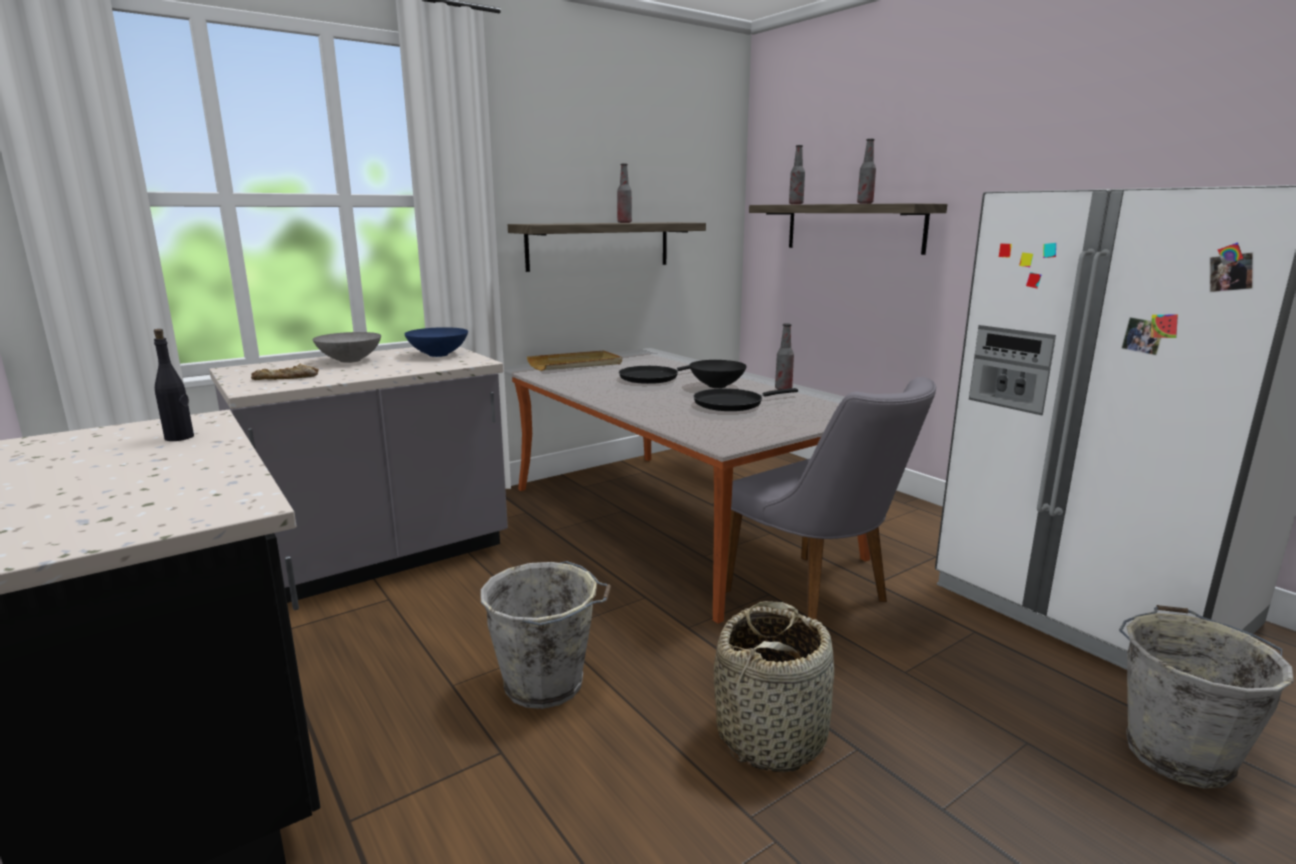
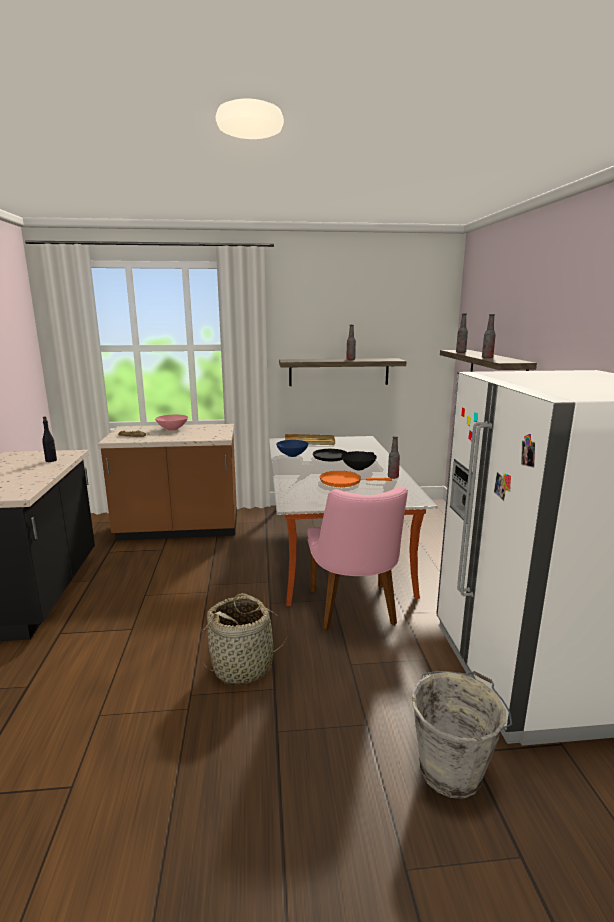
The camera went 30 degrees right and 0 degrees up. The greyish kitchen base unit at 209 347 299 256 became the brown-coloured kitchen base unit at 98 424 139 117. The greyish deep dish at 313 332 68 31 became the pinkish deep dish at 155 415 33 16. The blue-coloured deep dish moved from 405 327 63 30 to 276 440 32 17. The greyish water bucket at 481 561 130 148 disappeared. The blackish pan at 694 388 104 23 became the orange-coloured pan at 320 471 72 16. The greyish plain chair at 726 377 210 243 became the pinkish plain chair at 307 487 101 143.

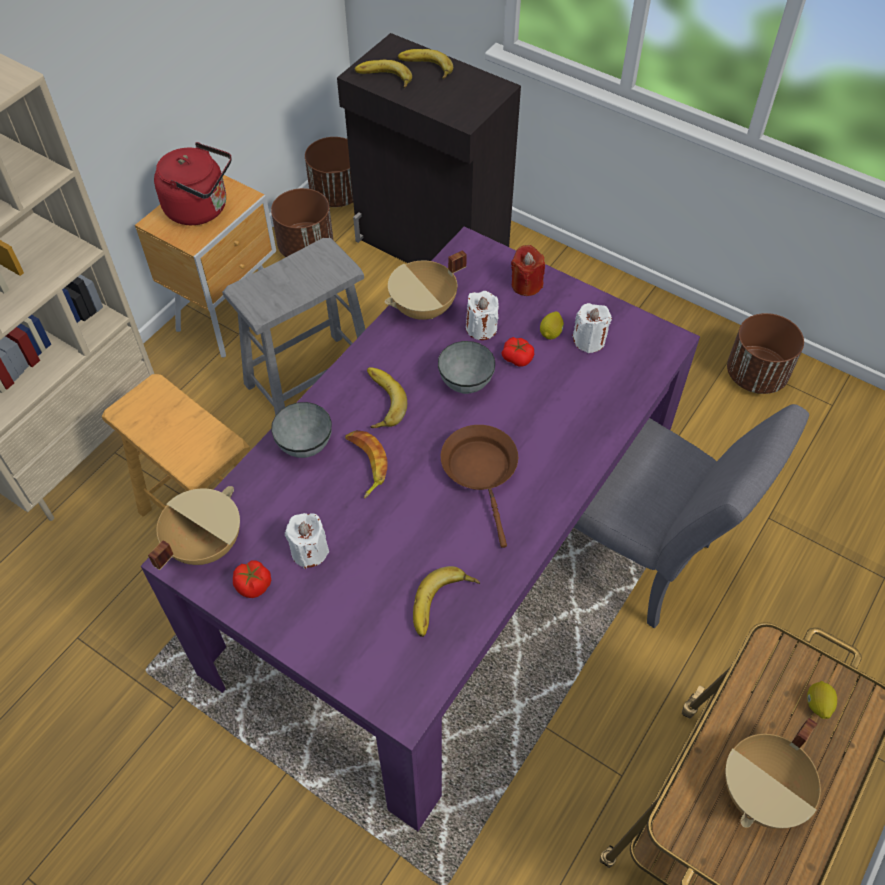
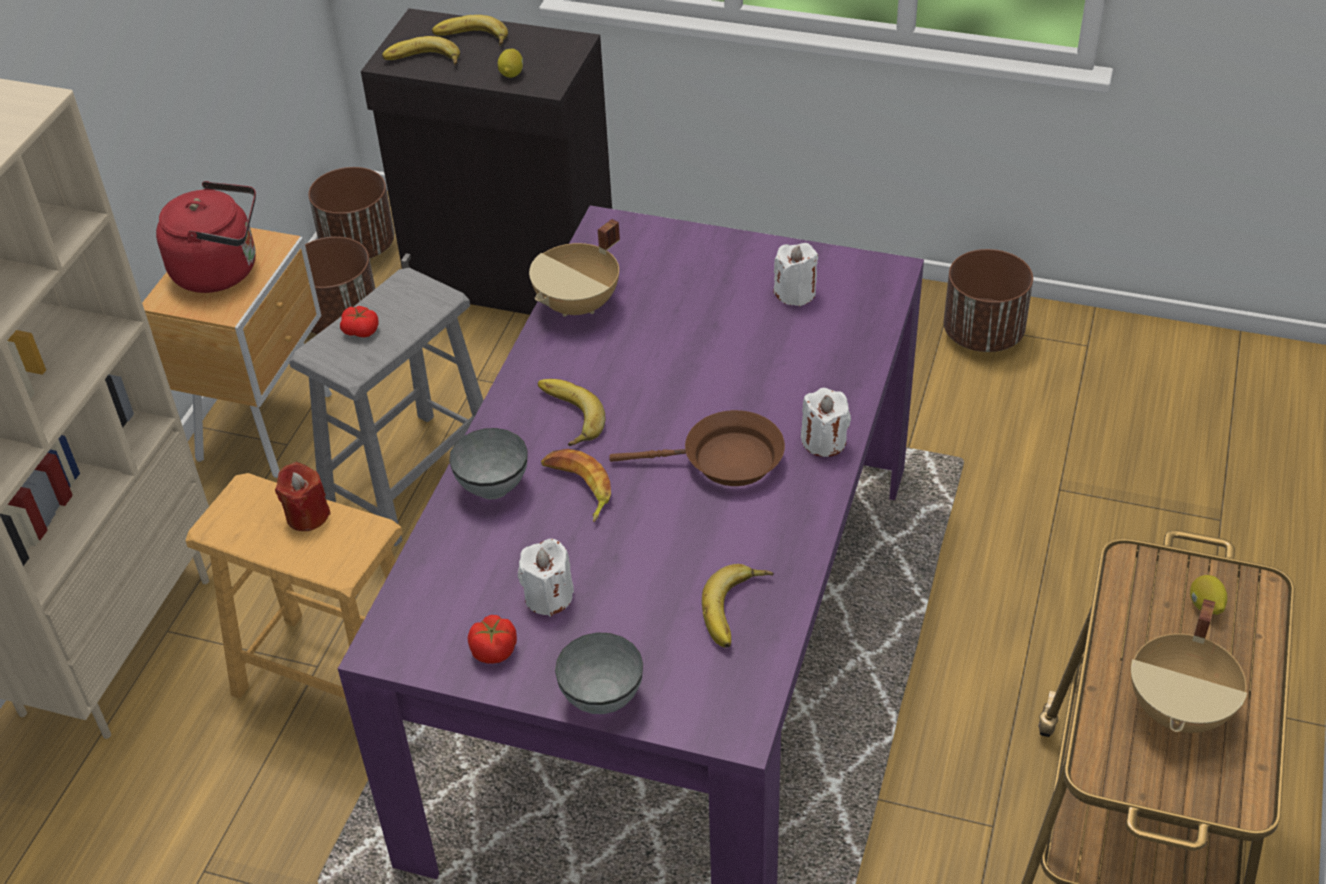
The camera went 15 degrees left and 10 degrees down. The beige-coloured stockpot at 148 486 92 84 disappeared. The greyish deep dish moved from 438 341 57 53 to 555 633 88 81. The brown-coloured pan at 441 425 77 123 turned 120 degrees clockwise. The white-coloured wax light moved from 466 291 33 49 to 801 388 50 69. The tomato moved from 502 337 32 30 to 340 306 39 31. The reddish wax light moved from 511 245 34 51 to 275 462 56 69. The lemon moved from 540 312 24 27 to 498 49 25 29. The greyish plain chair at 574 404 235 224 disappeared.

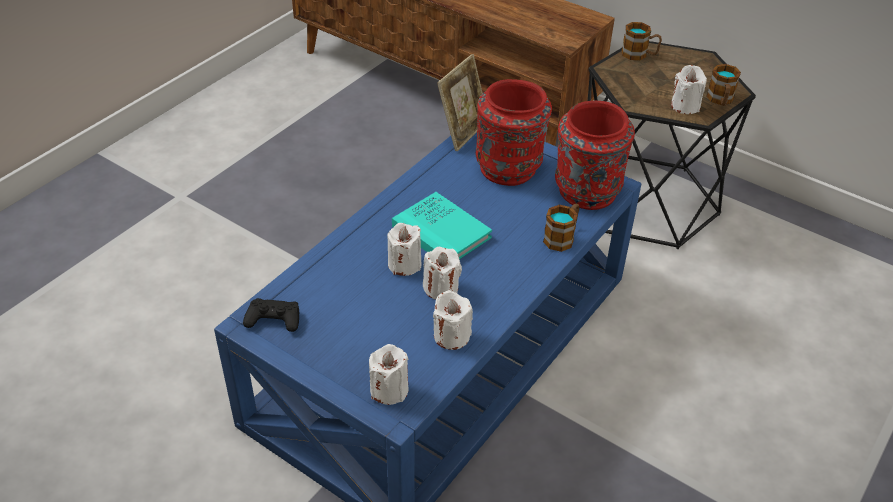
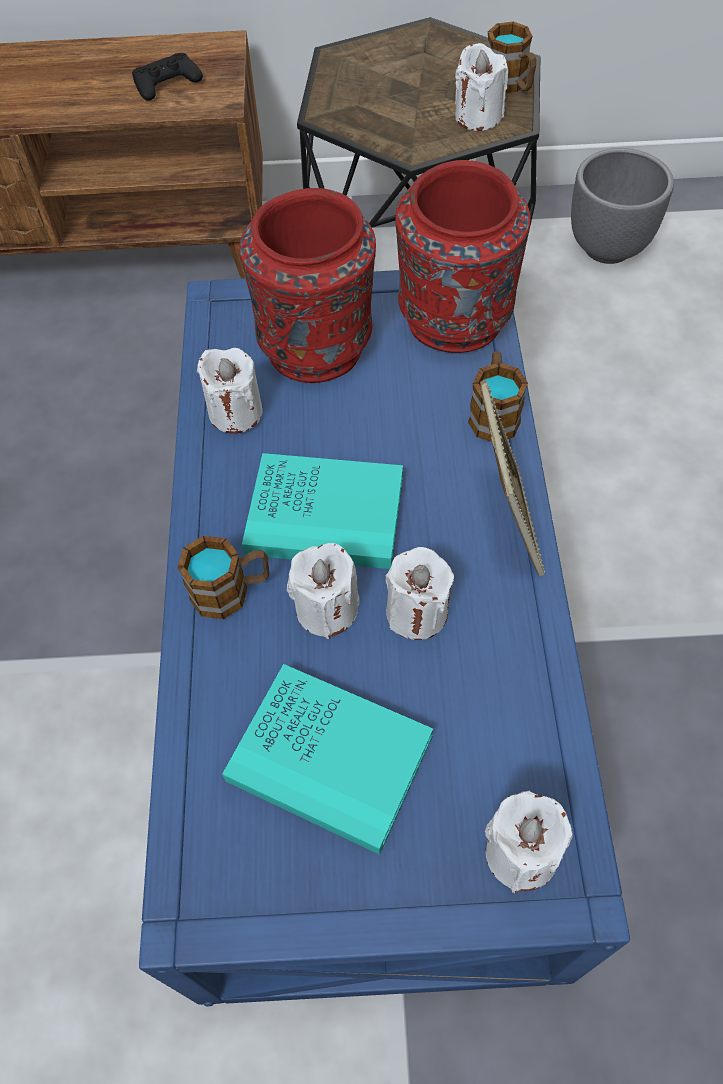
The camera went 35 degrees left and 15 degrees up. The blackish game controller moved from 243 298 56 34 to 132 53 71 47. The white-coloured wax light moved from 433 290 40 60 to 197 348 66 86. The standing frame moved from 437 54 46 97 to 480 380 65 196. The coffee mug moved from 621 22 41 38 to 177 536 92 83. The turquoise bound book at 222 664 211 191 appeared. The greyish plant pot at 571 148 103 116 appeared.

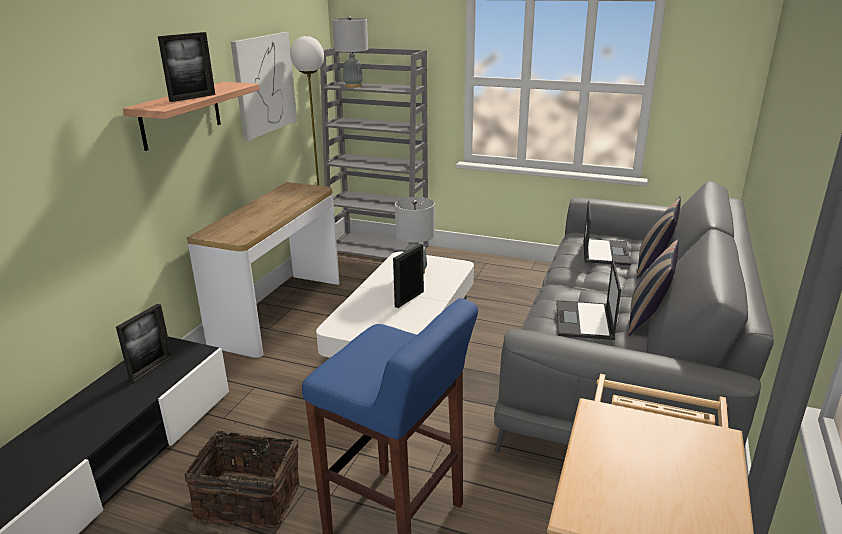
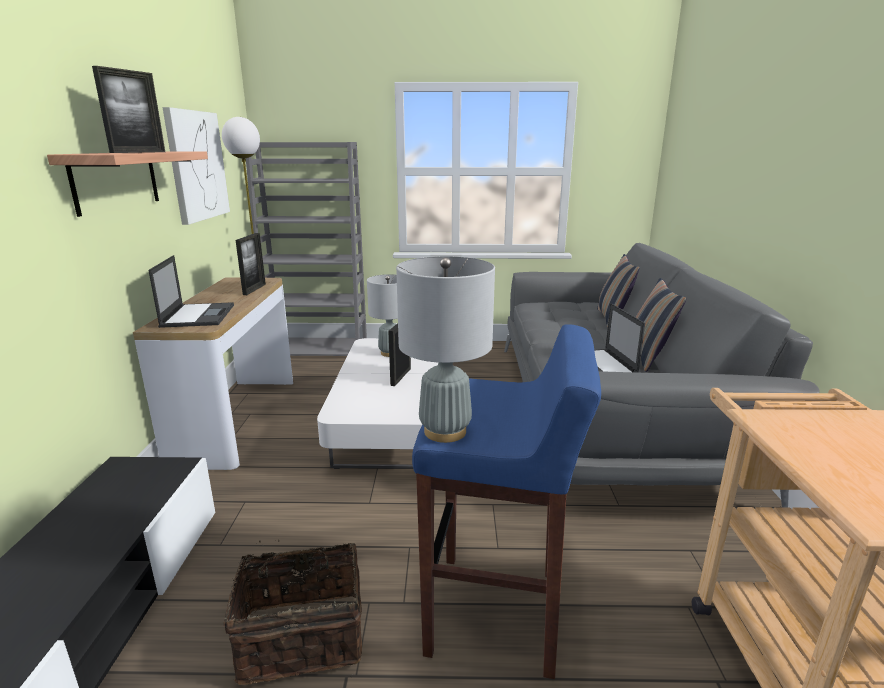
The camera went 20 degrees left and 5 degrees down. The standing frame moved from 116 304 56 79 to 236 233 30 62. The greyish tabletop lamp moved from 332 16 36 72 to 396 256 99 187. The portable computer moved from 583 201 48 65 to 148 255 86 73.

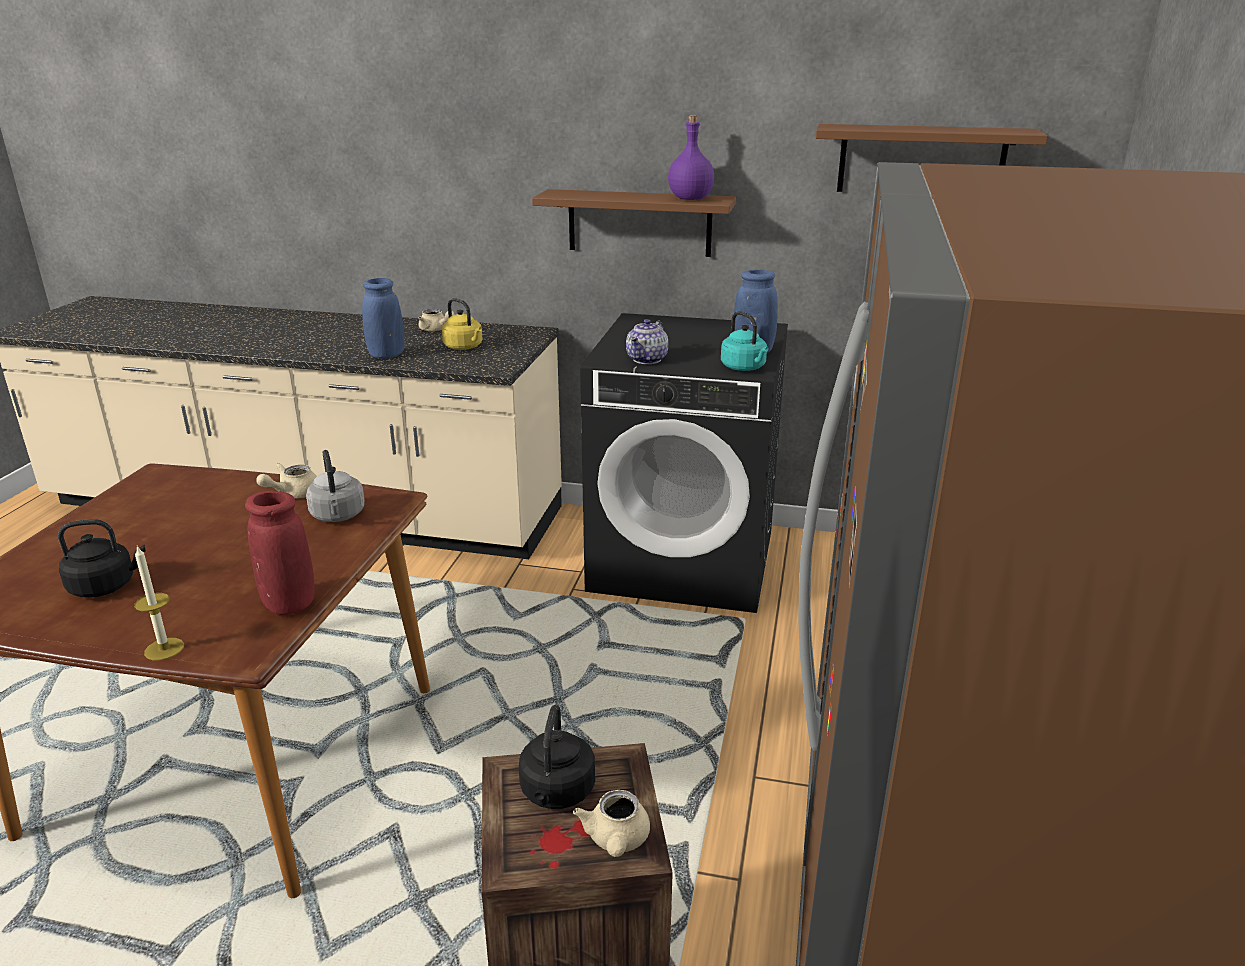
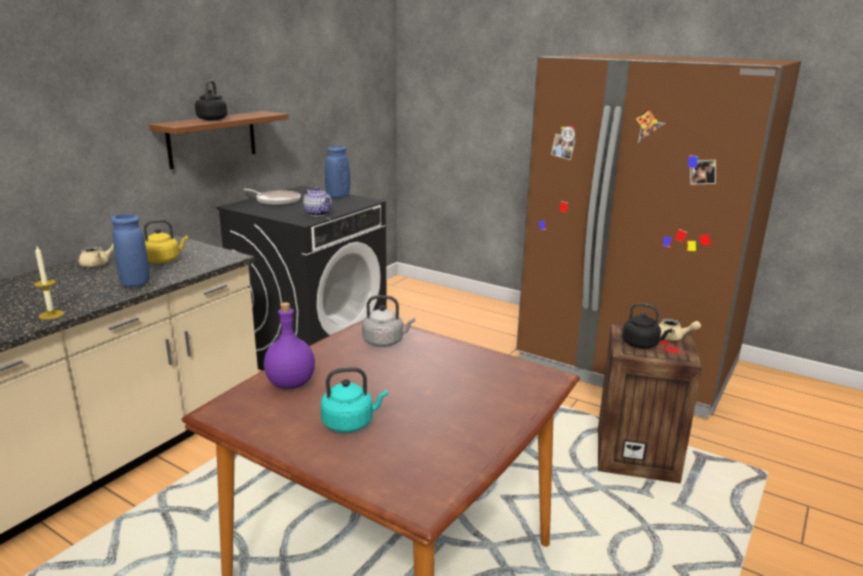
The camera went 70 degrees left and 5 degrees down. The blackish kettle moved from 58 519 88 79 to 195 80 33 41. The wax light moved from 134 546 50 115 to 34 246 30 74. The reddish vase at 245 491 69 124 disappeared. The beige-coloured pot for tea at 256 463 61 35 disappeared. The purple-coloured bottle moved from 668 115 46 85 to 264 302 51 87. The turquoise kettle moved from 721 311 47 60 to 320 367 68 66. The brown-coloured shelf at 816 124 232 68 disappeared. The pan at 243 189 58 17 appeared.

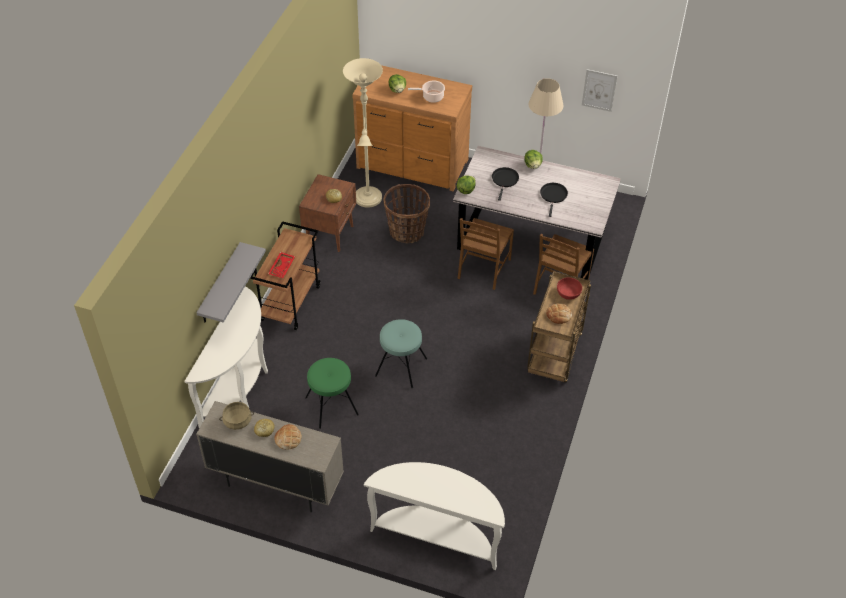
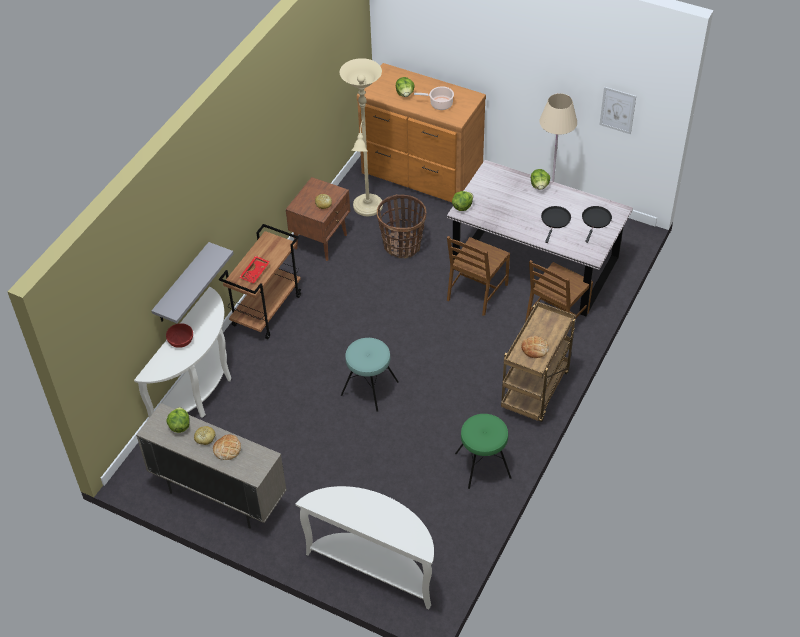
The camera went 10 degrees right and 0 degrees up. The beige-coloured stockpot at 219 402 35 28 was replaced by the head of lettuce at 166 407 24 26. The greenish sitting stool moved from 305 358 54 71 to 455 414 57 75. The blackish pan moved from 492 167 27 34 to 582 206 30 37. The reddish deep dish moved from 557 277 25 23 to 166 323 27 25.

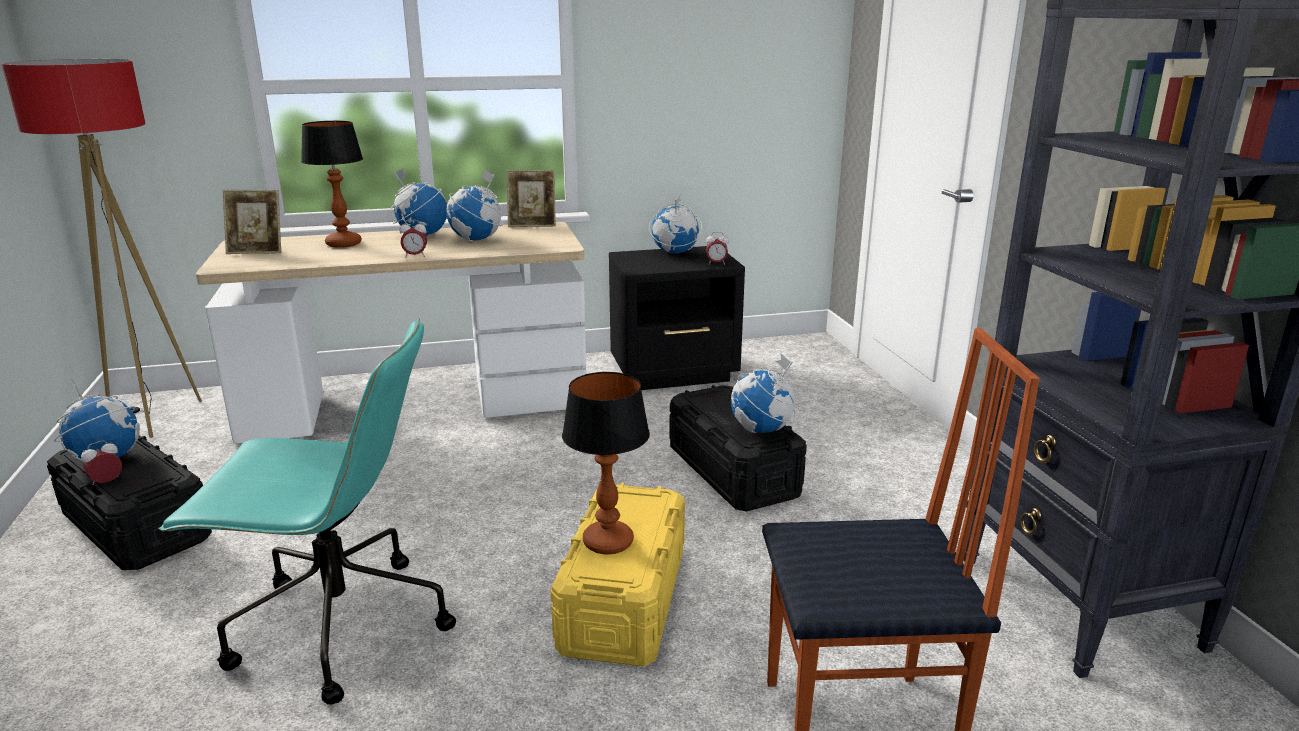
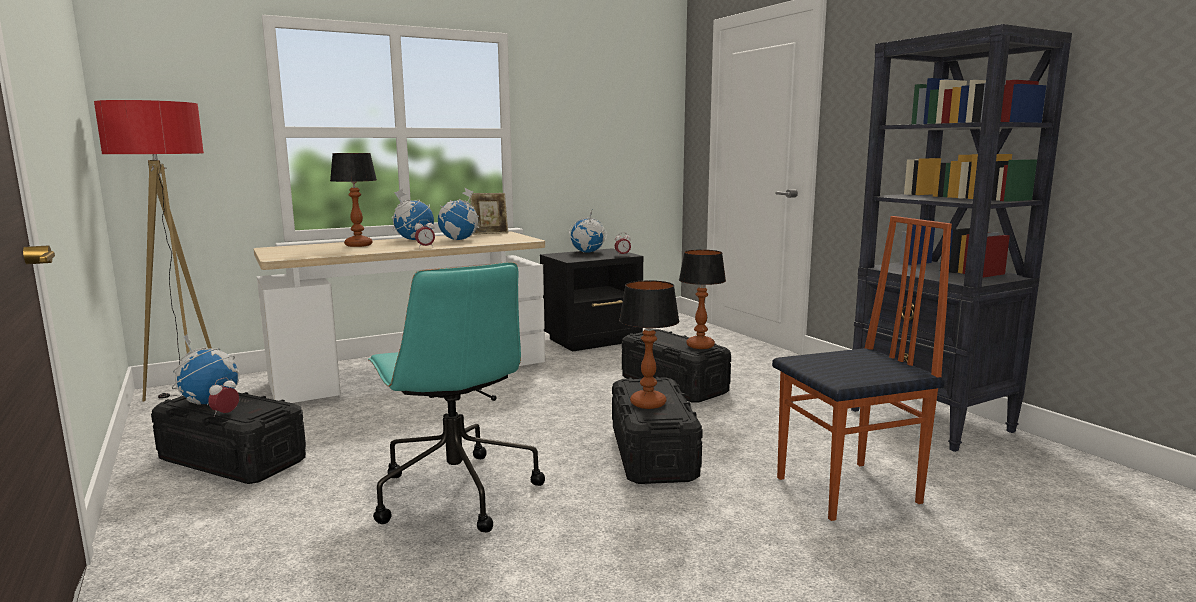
The camera went 15 degrees left and 10 degrees down. The turquoise desk chair at 159 318 297 386 turned 75 degrees clockwise. The standing frame at 223 190 58 64 disappeared. The yellow storage bin at 551 483 134 183 became the blackish storage bin at 612 377 91 107. The desk globe at 731 354 66 79 was replaced by the tabletop lamp at 679 250 47 99.

